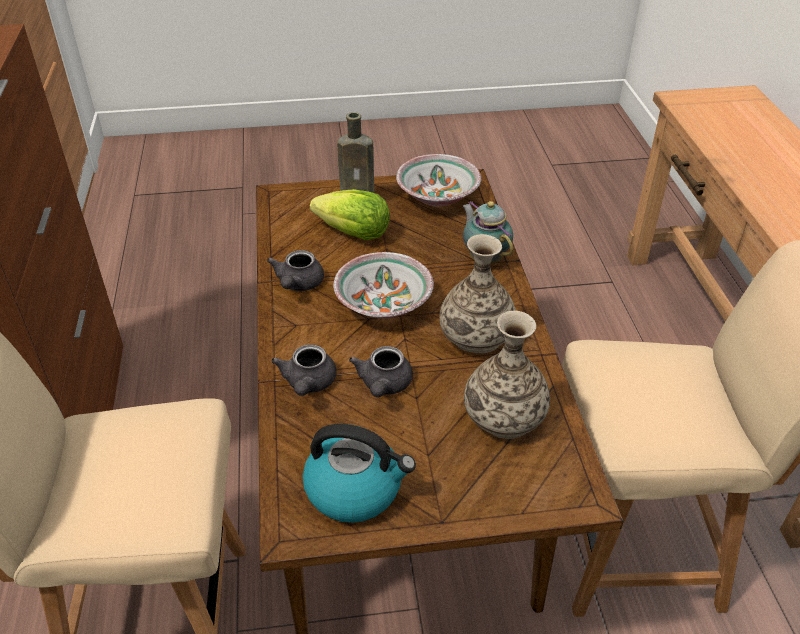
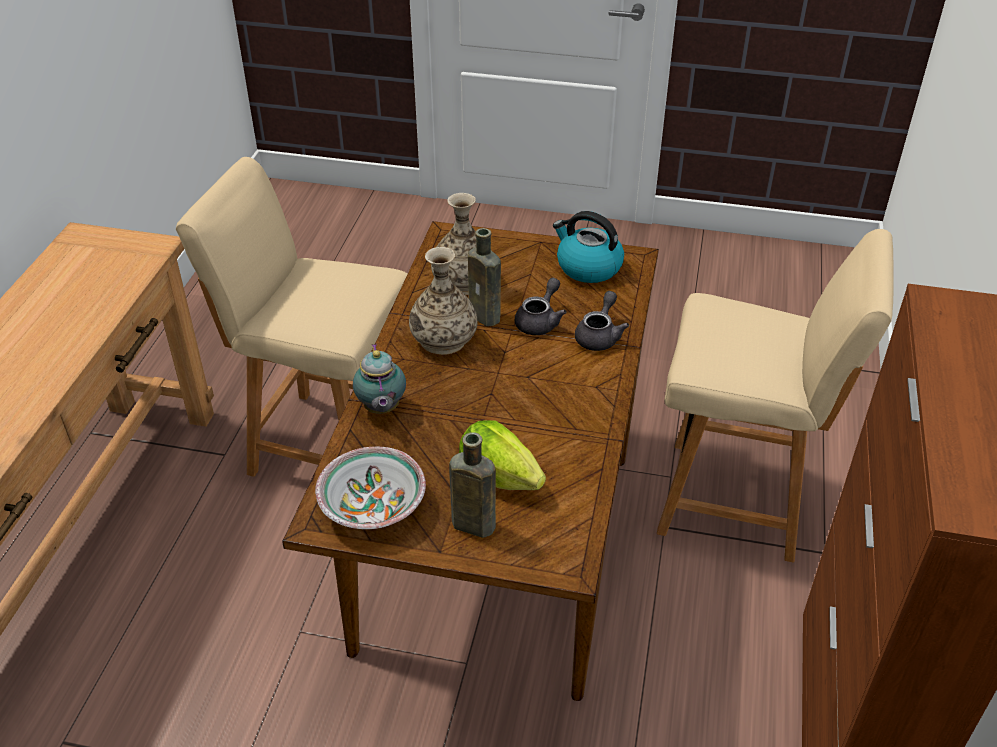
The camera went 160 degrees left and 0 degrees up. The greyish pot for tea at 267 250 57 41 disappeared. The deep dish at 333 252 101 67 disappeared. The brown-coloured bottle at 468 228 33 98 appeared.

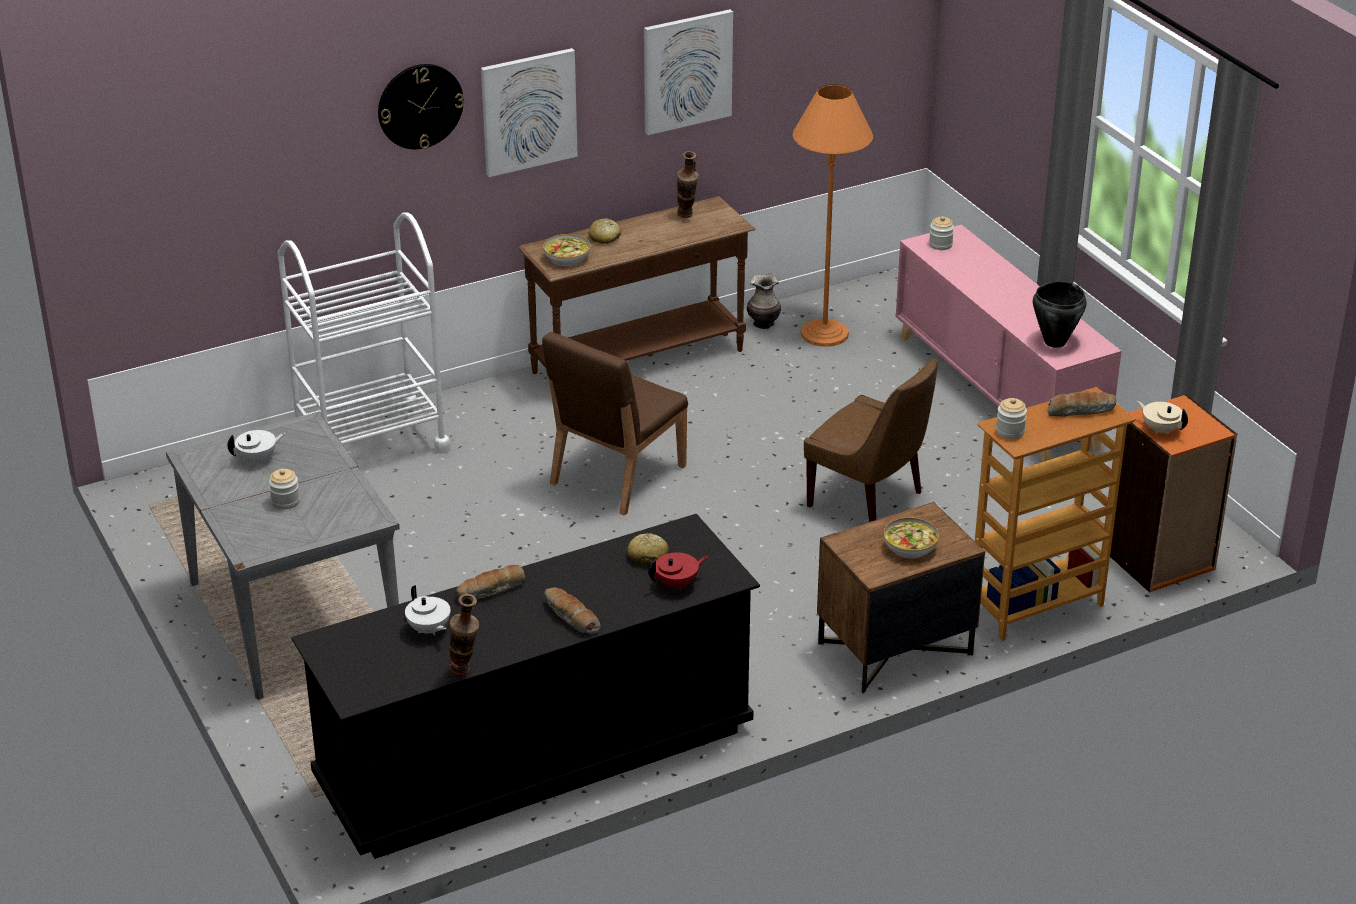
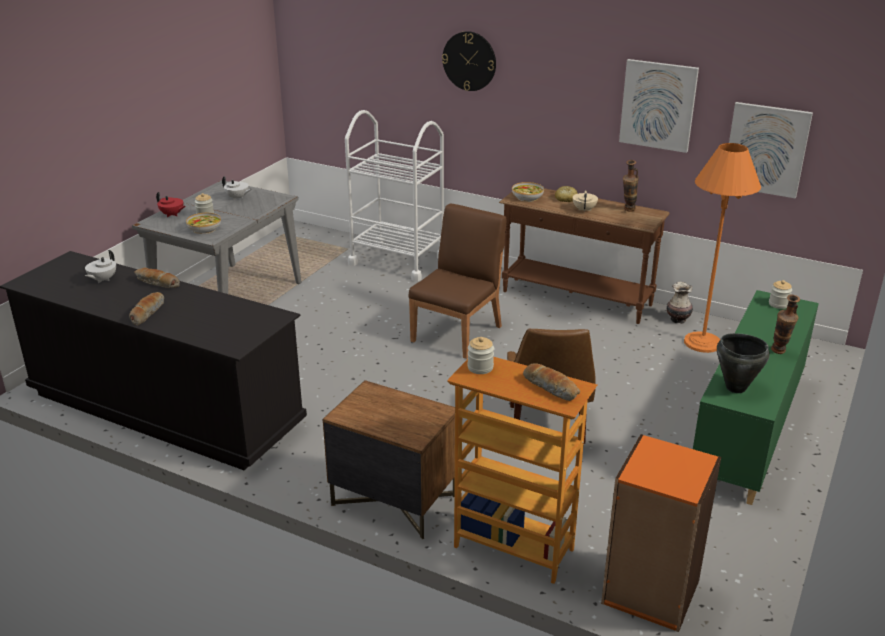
The camera went 55 degrees right and 5 degrees down. The vase moved from 449 594 30 82 to 771 295 29 59. The picture moved from 481 48 97 129 to 729 102 84 96. The brown-coloured plain chair at 542 332 146 184 turned 120 degrees clockwise. The baked bread at 627 533 42 32 disappeared. The reddish pot for tea moved from 648 552 60 39 to 156 192 29 25. The deep dish moved from 884 518 55 41 to 186 213 35 21. The pinkish cupboard at 895 225 226 237 became the greenish cupboard at 693 290 126 215. The beige-coloured pot for tea moved from 1137 401 51 33 to 573 191 25 22.

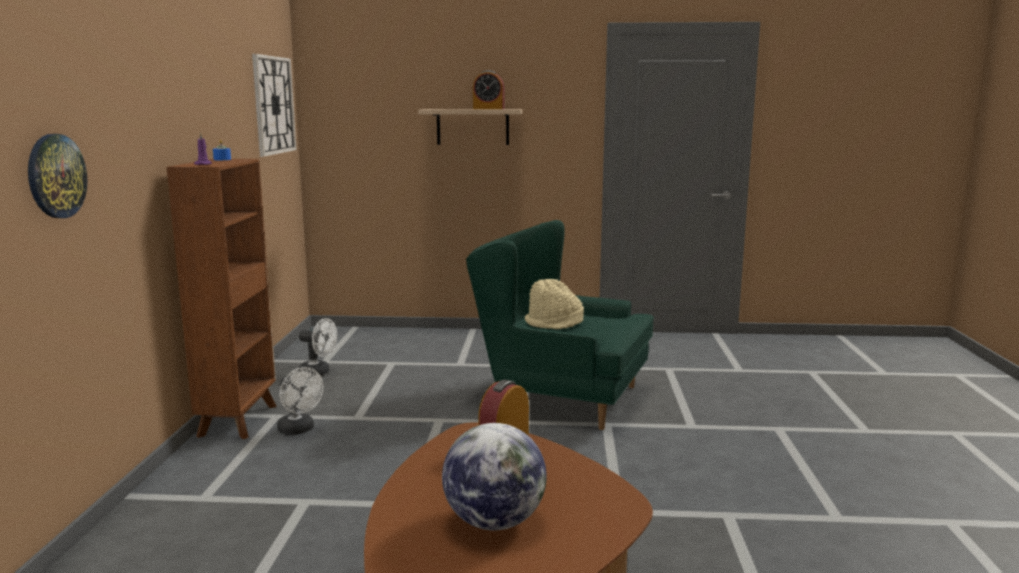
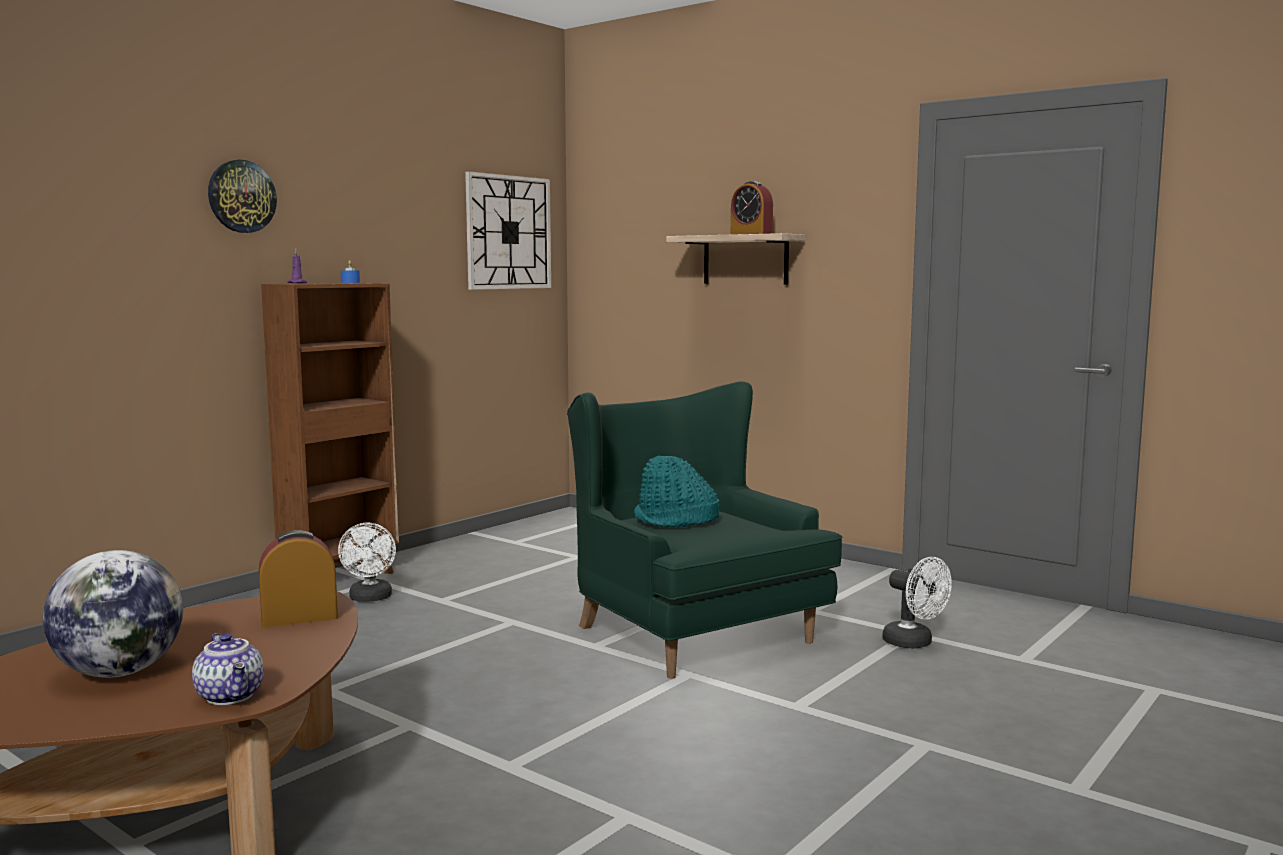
The camera went 35 degrees right and 5 degrees down. The clock on the wall moved from 28 134 59 84 to 208 160 69 73. The white-coloured cooling fan moved from 299 318 38 58 to 882 557 70 91. The beige-coloured wearable hat at 525 279 59 50 became the turquoise wearable hat at 634 456 85 71. The pot for tea at 192 633 72 72 appeared.

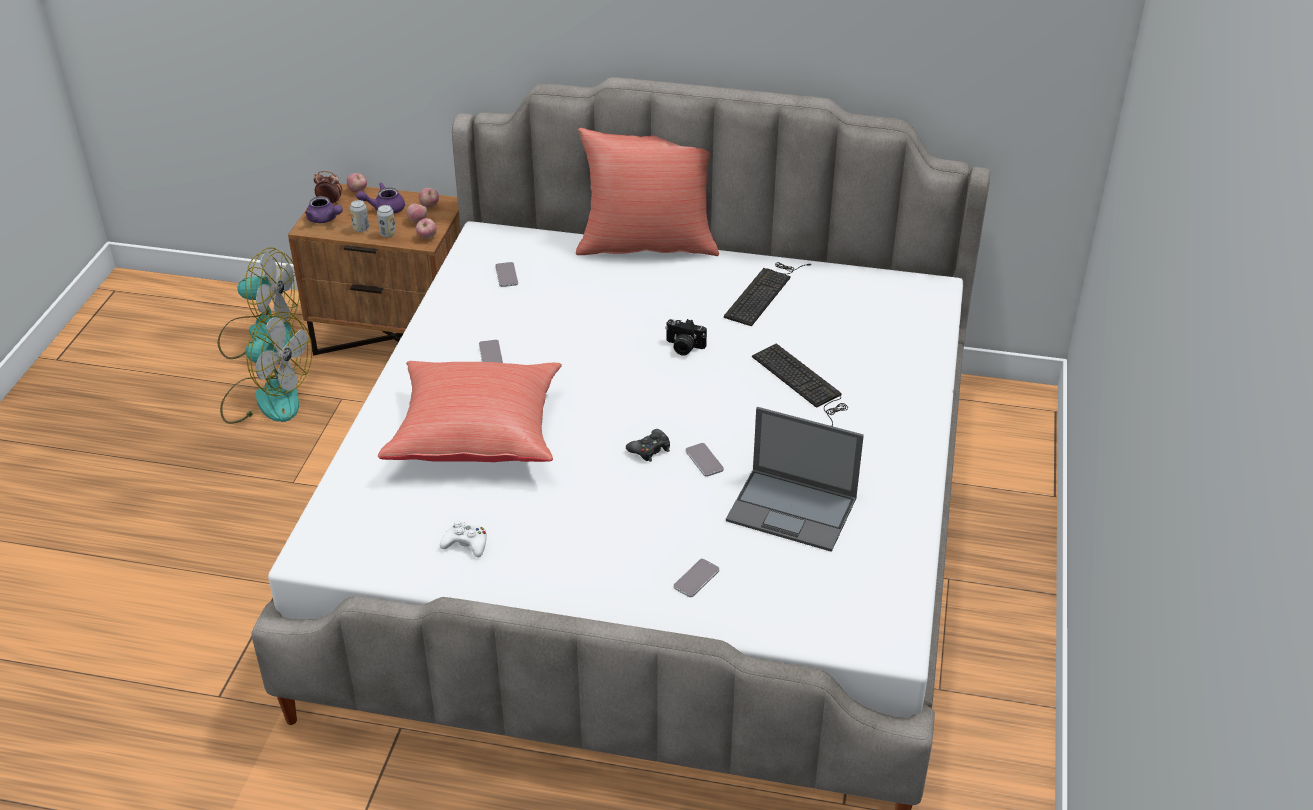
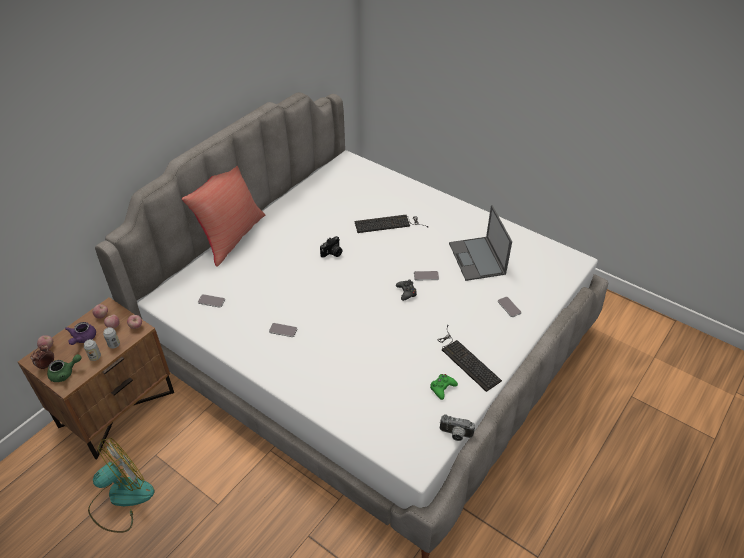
The camera went 65 degrees left and 5 degrees up. The cooling fan at 218 248 81 111 disappeared. The purple-coloured pot for tea at 305 196 38 27 became the greenish pot for tea at 47 354 34 28. The reddish cushion at 378 361 184 101 disappeared. The white-coloured game controller at 440 521 47 37 became the greenish game controller at 430 374 28 26. The PC keyboard moved from 724 262 87 64 to 439 325 63 67. The portable computer at 726 407 138 145 turned 120 degrees clockwise. The photo camera at 440 415 35 26 appeared.

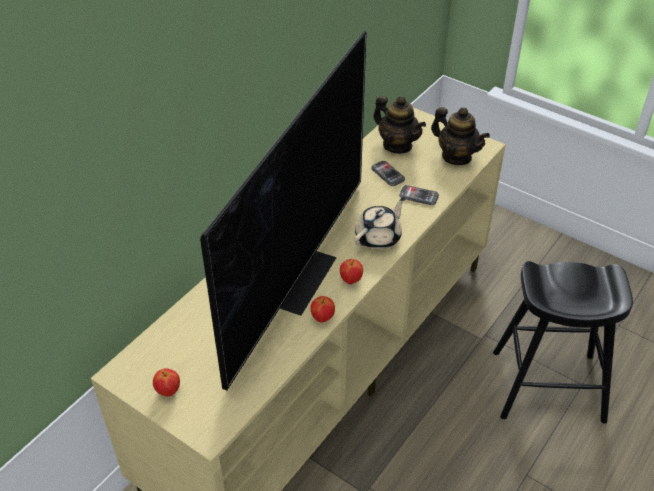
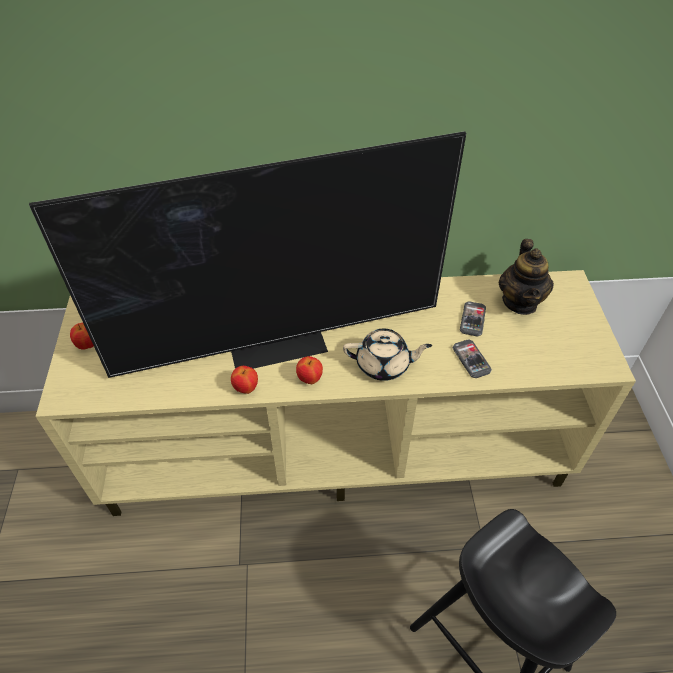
The camera went 50 degrees right and 5 degrees up. The pot for tea at 431 107 59 58 disappeared.

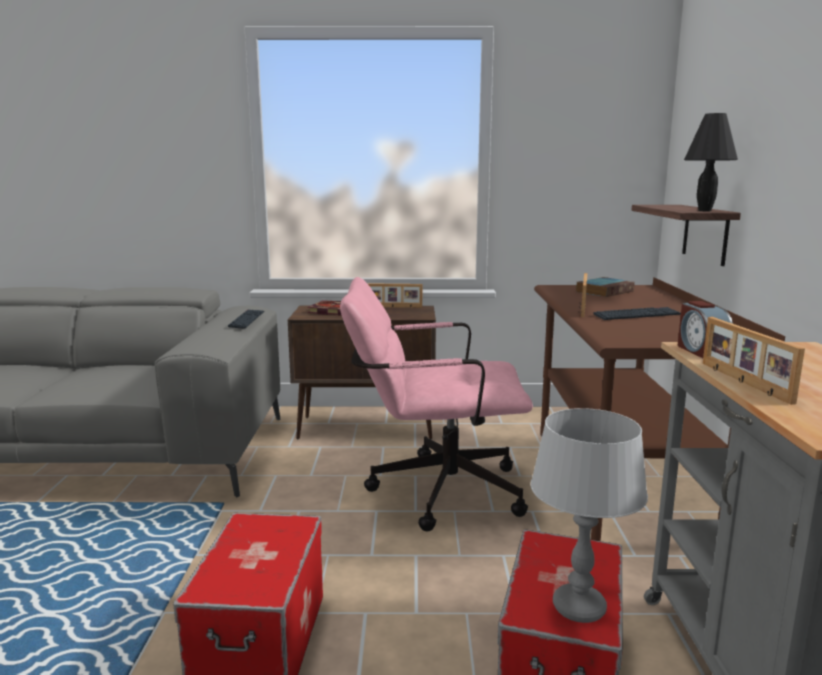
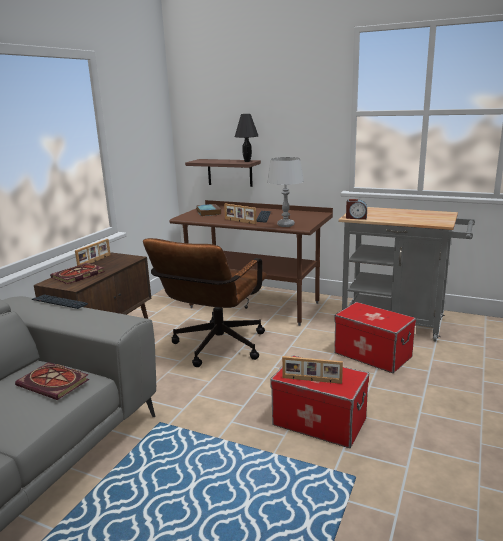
The camera went 65 degrees left and 5 degrees up. The pinkish desk chair at 340 277 193 254 became the brown-coloured desk chair at 143 238 124 129. The greyish tabletop lamp moved from 531 408 117 215 to 267 157 37 70. The standing frame moved from 703 317 102 88 to 282 356 61 28. The bound book at 15 362 74 38 appeared.

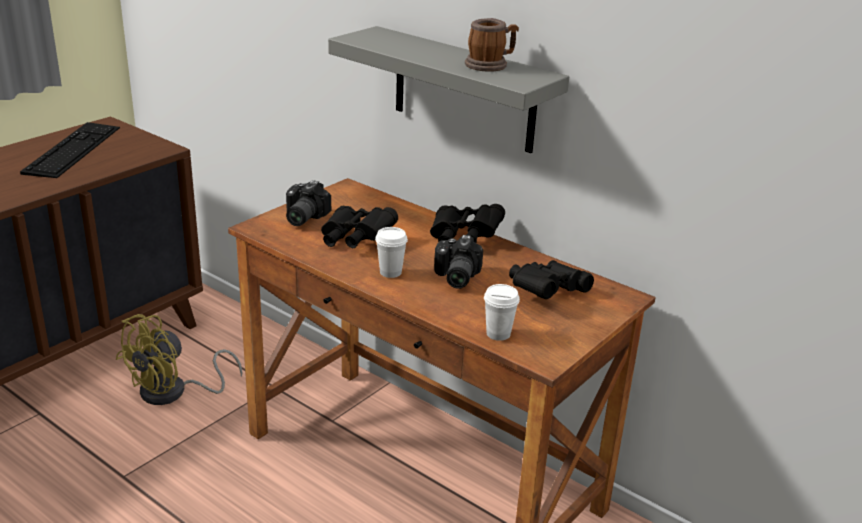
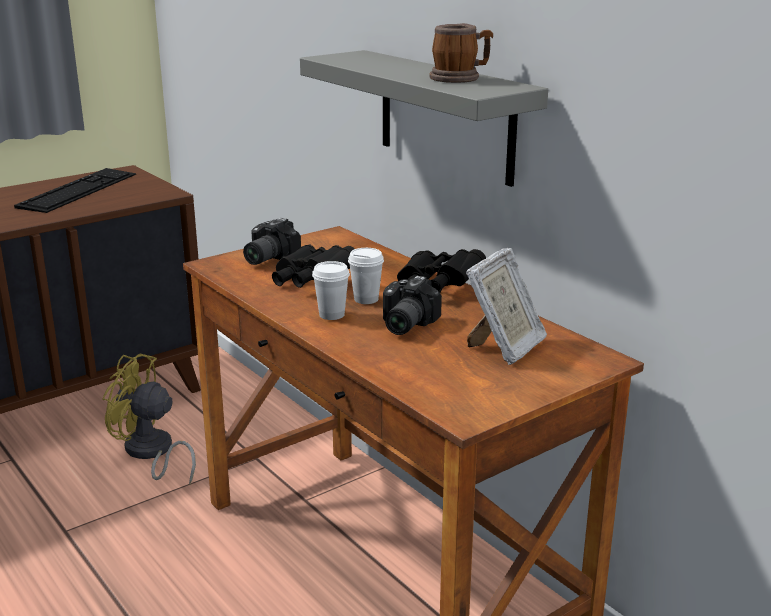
The camera went 15 degrees right and 5 degrees down. The yellow cooling fan at 116 314 127 91 turned 60 degrees clockwise. The white-coloured small cup moved from 484 284 36 57 to 348 248 36 56. The blackish binoculars at 509 260 85 39 was replaced by the standing frame at 466 248 81 117.

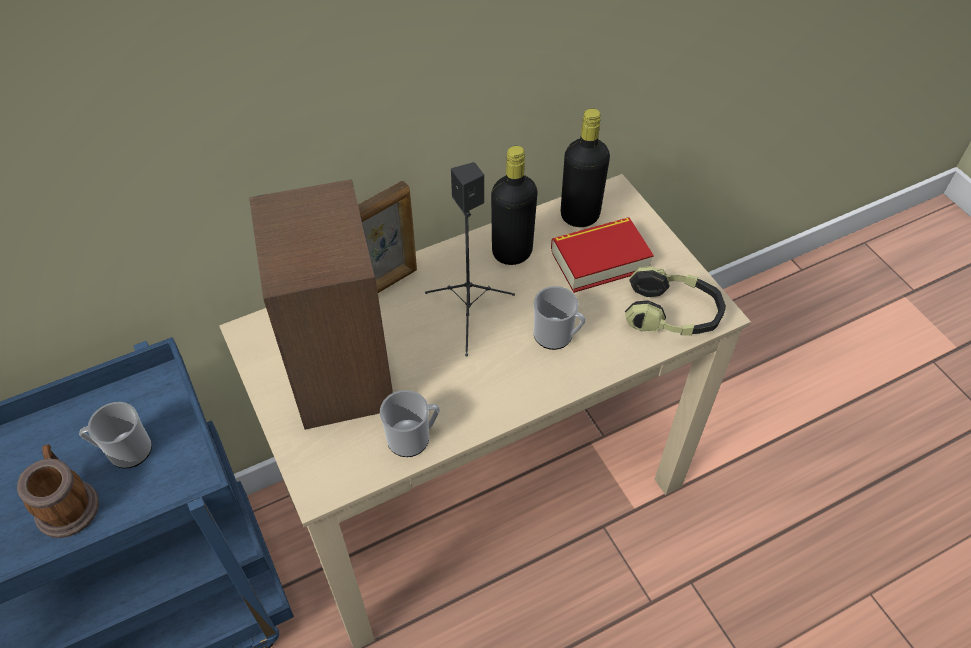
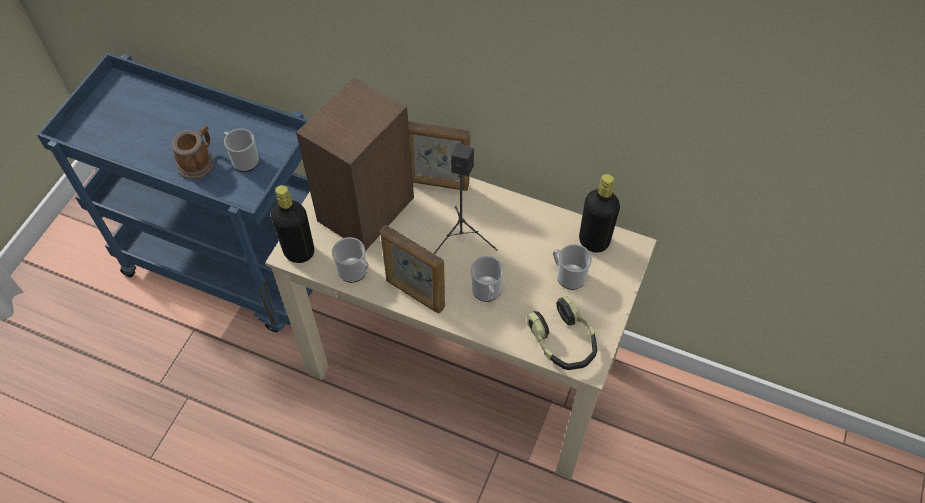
The camera went 50 degrees right and 5 degrees up. The blackish bottle moved from 491 146 47 119 to 271 185 43 78. The bound book at 551 218 103 75 was replaced by the coffee mug at 553 244 39 46. The standing frame at 380 225 65 88 appeared.

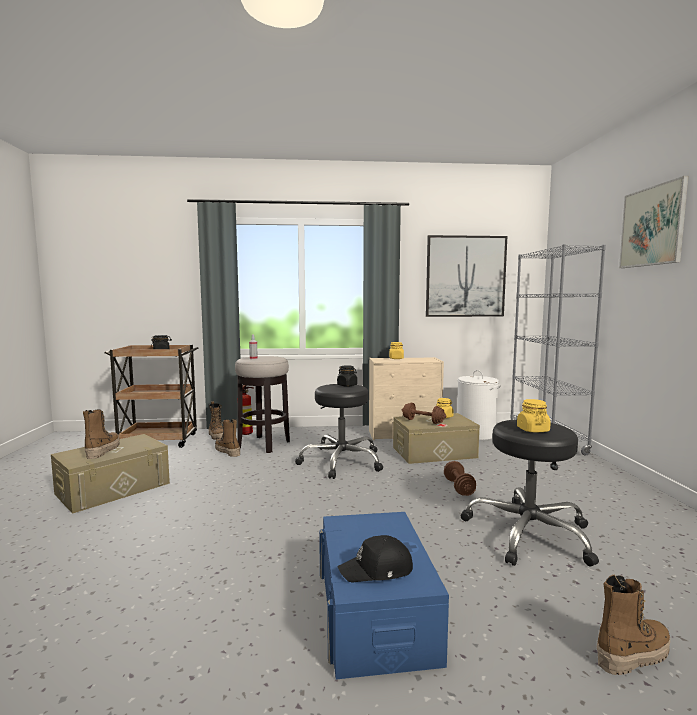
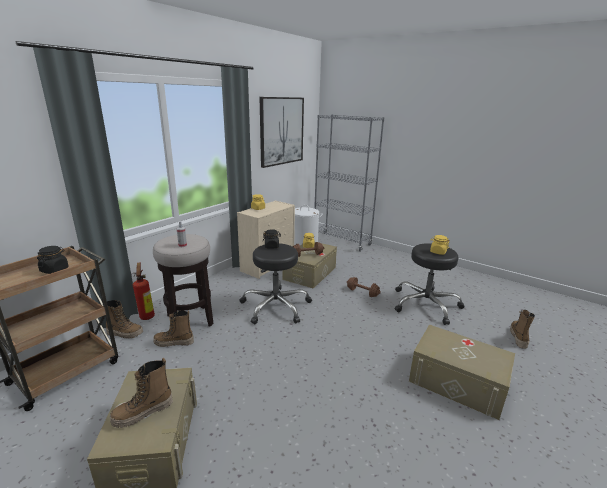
The camera went 50 degrees left and 15 degrees up. The boot at 83 409 37 50 turned 75 degrees counterclockwise. The blue-coloured storage bin at 319 512 130 167 became the beige-coloured storage bin at 409 324 106 96. The blackish cap at 338 535 75 48 disappeared. The picture at 619 176 69 92 disappeared.

